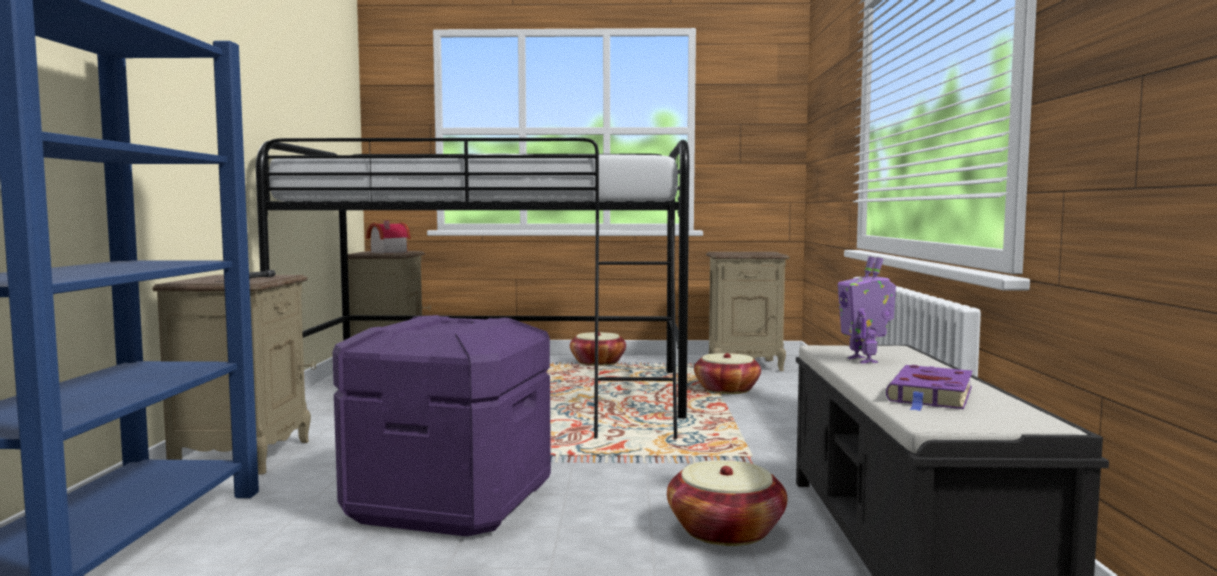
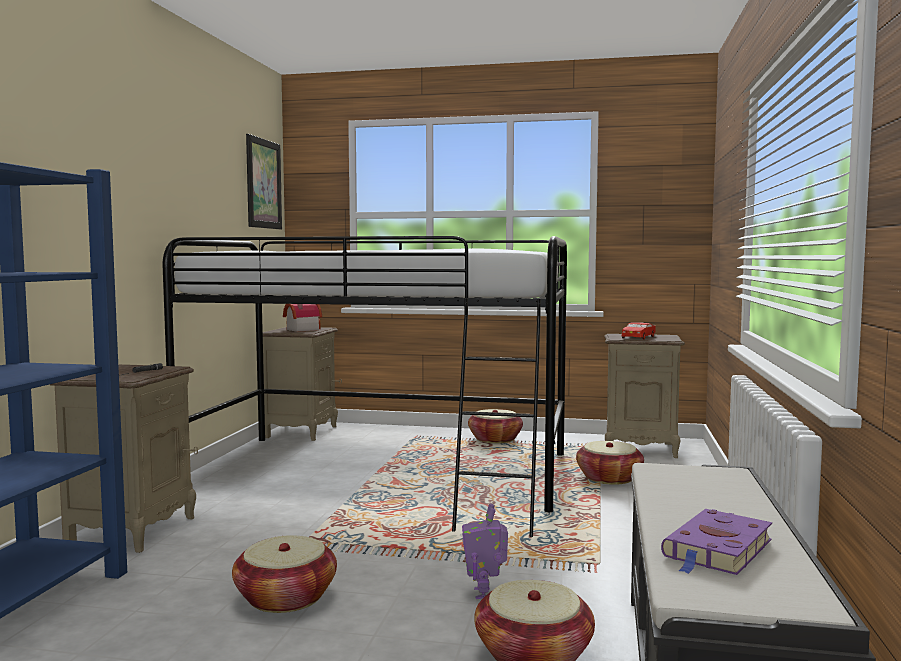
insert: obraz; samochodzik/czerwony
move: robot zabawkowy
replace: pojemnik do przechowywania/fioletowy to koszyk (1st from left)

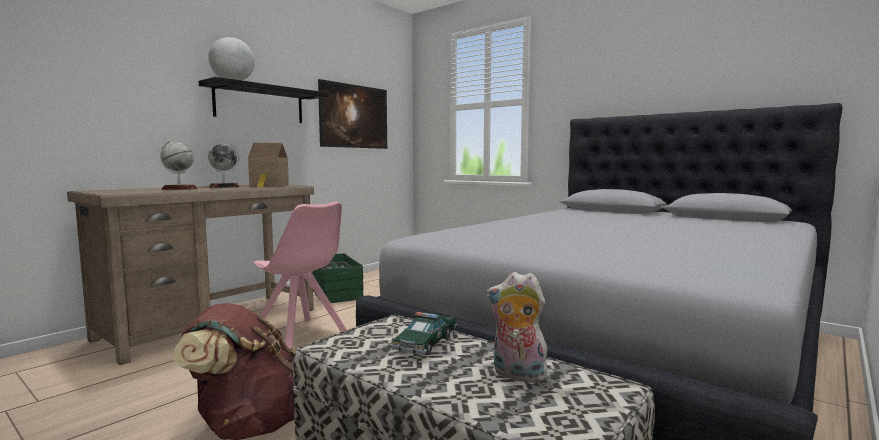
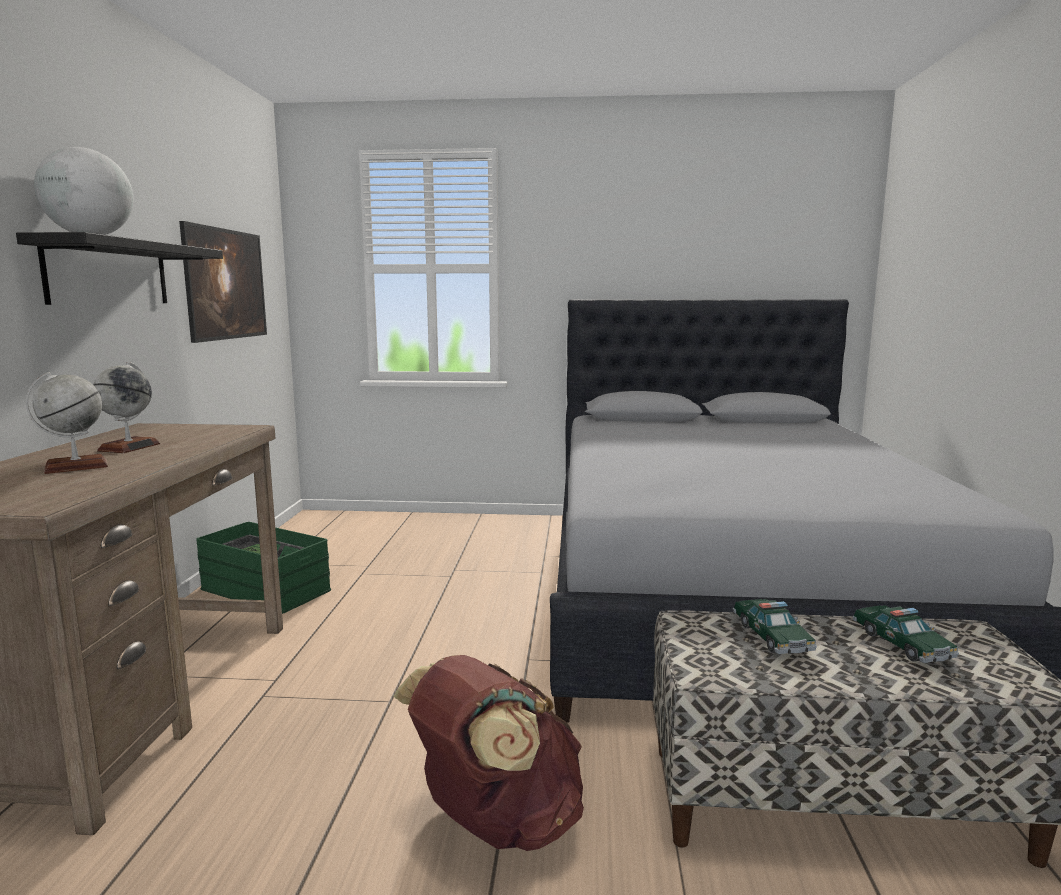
delete: domek; krzesło/różowy
replace: pluszak to samochodzik (2nd from left)

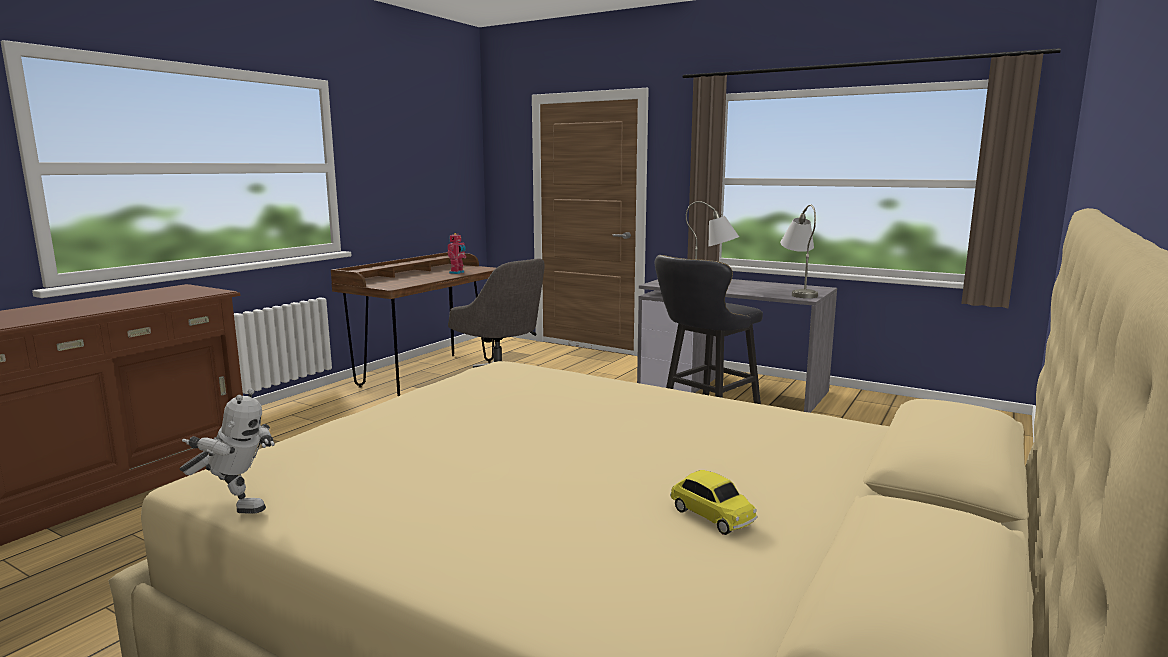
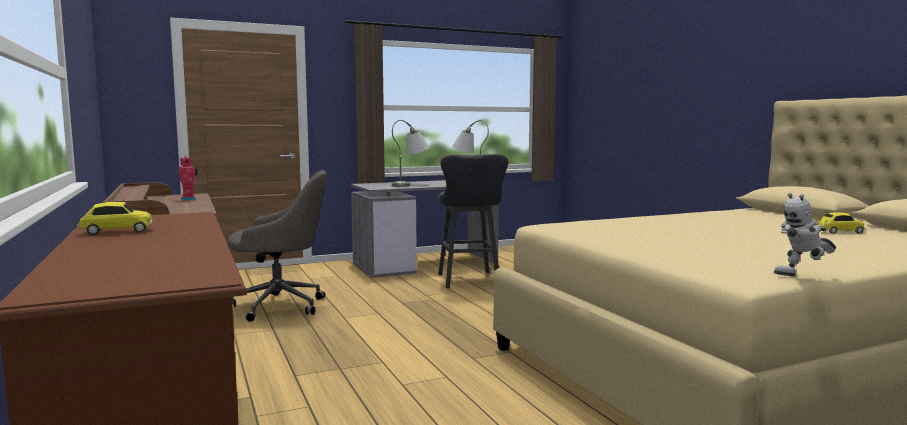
insert: samochodzik (1st from left)
rotate: robot zabawkowy (1st from left in the first image) 150 degrees counterclockwise

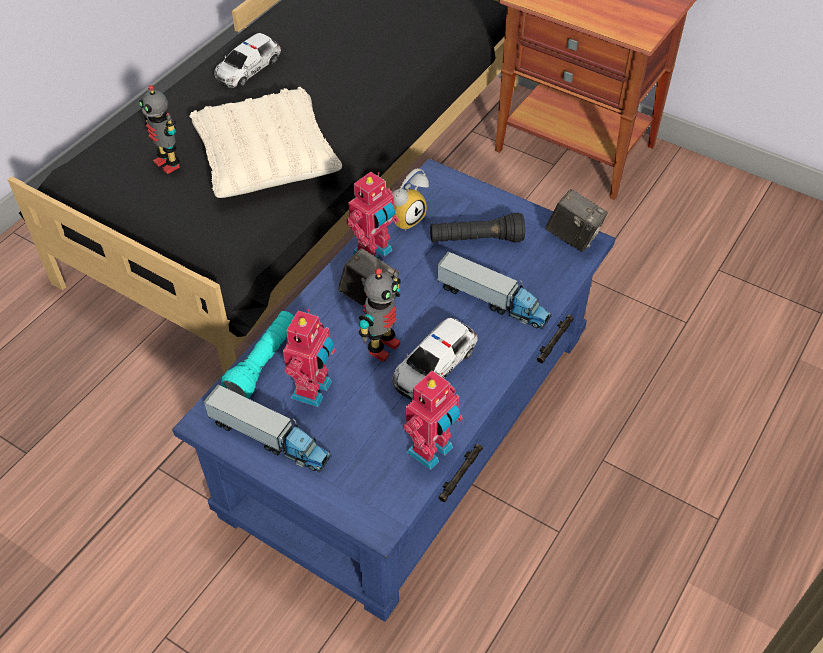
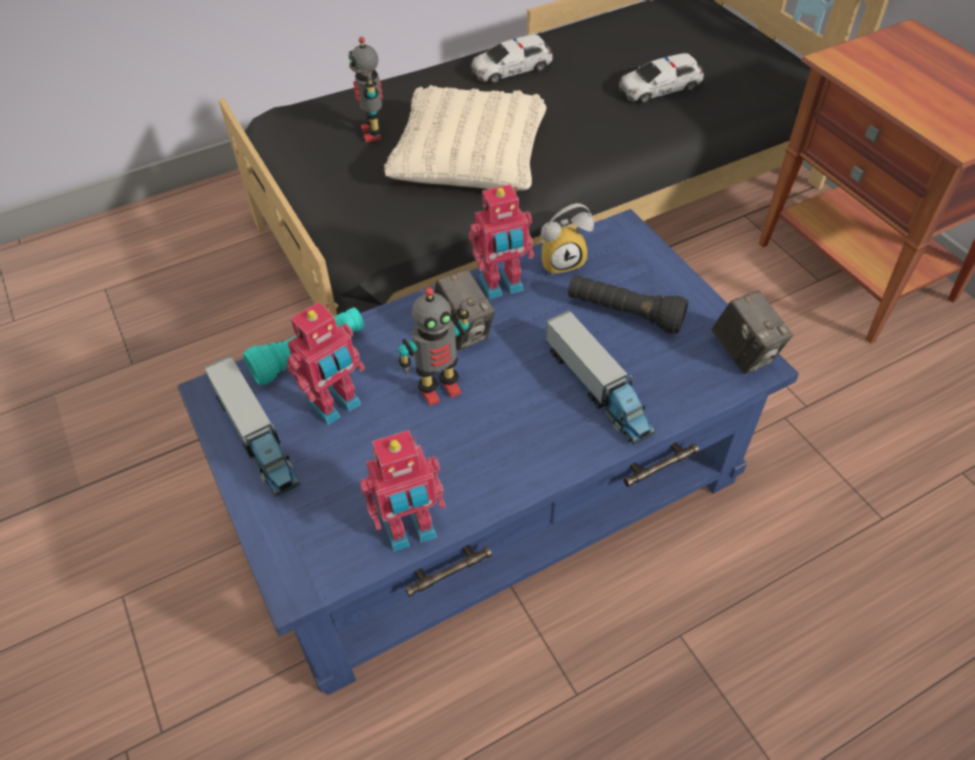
move: samochodzik (2nd from left)

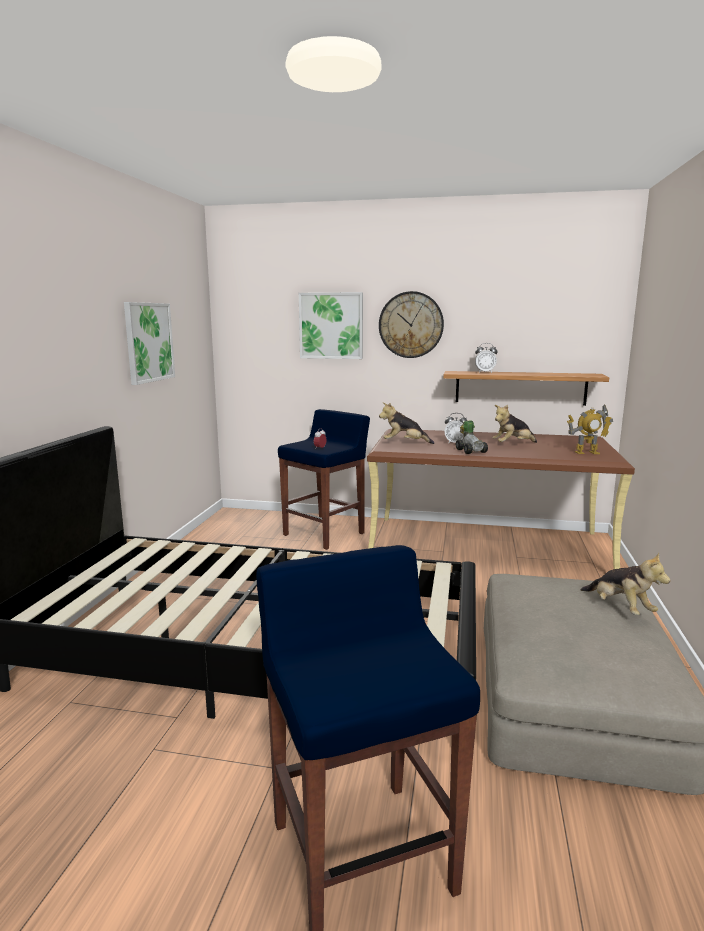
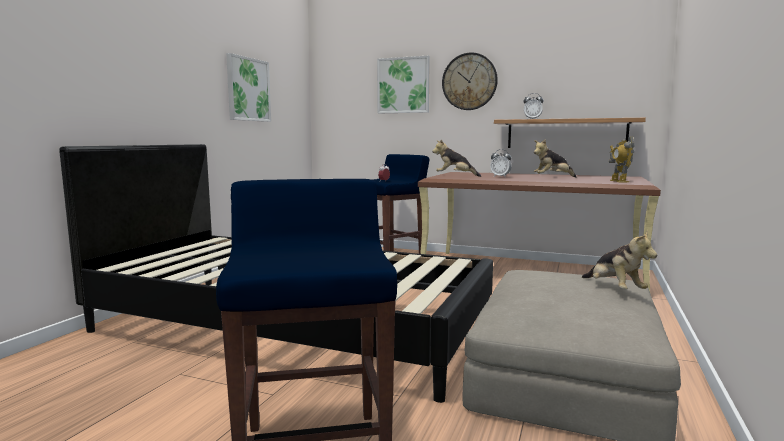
delete: samochodzik
rotate: robot zabawkowy 75 degrees clockwise

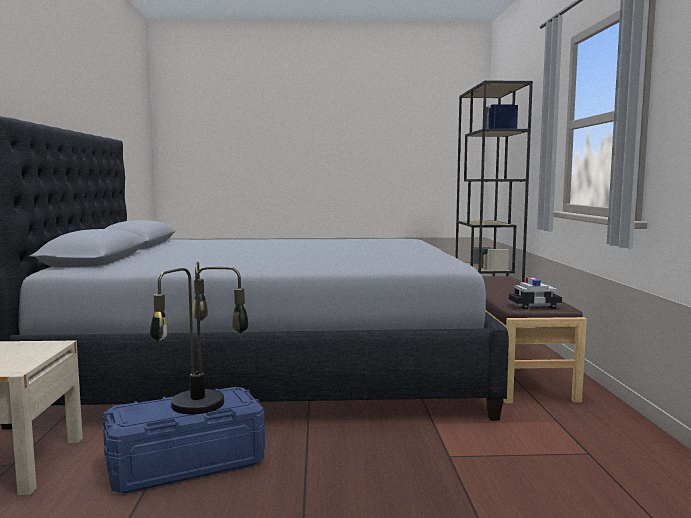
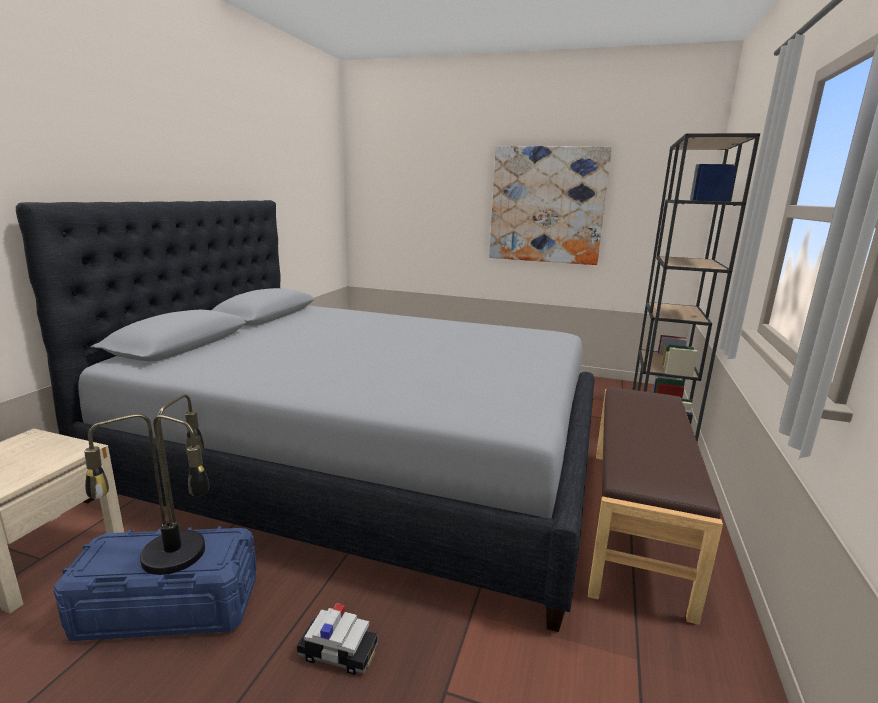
insert: obraz
move: samochodzik

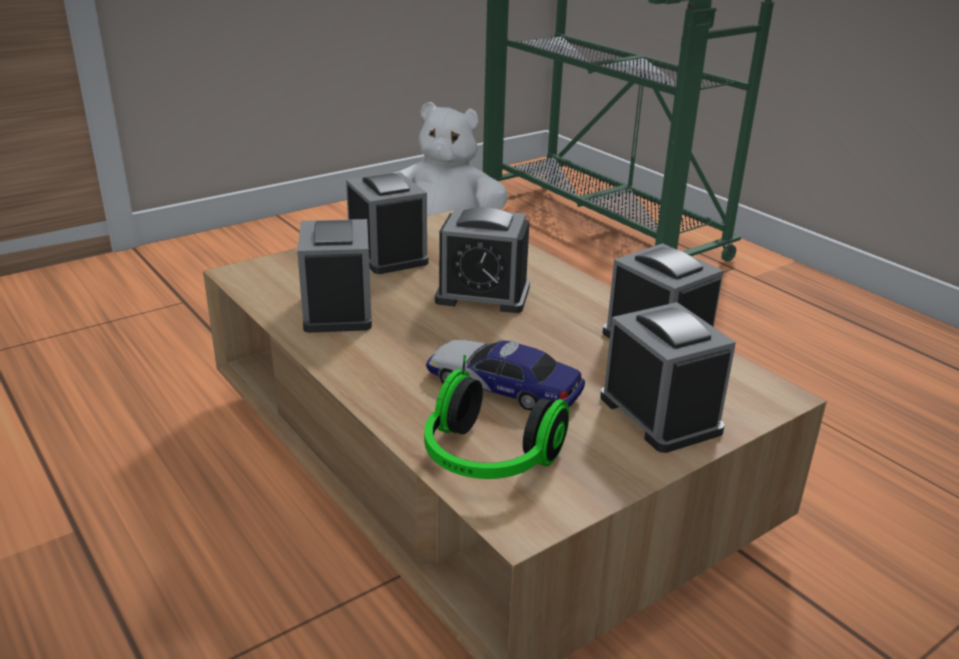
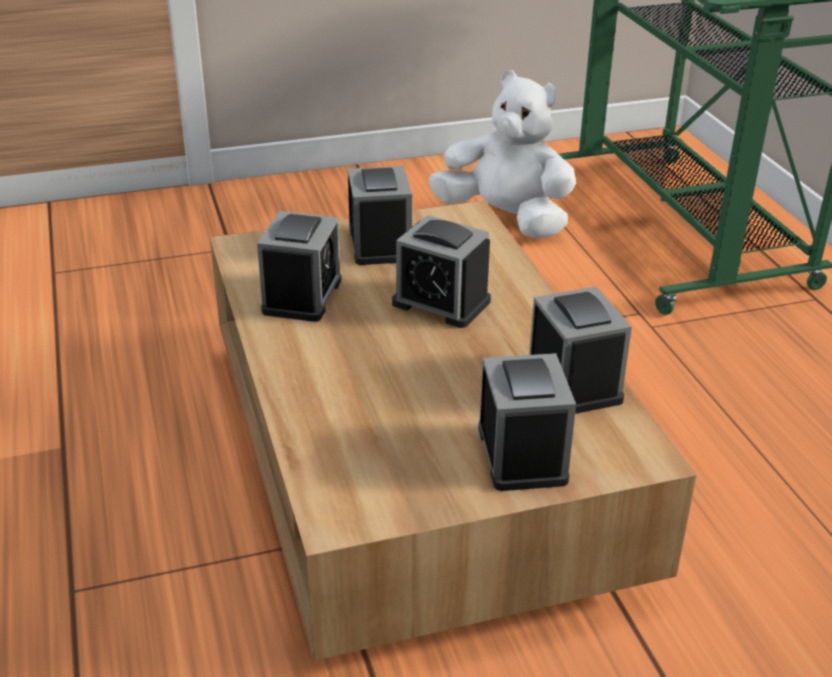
delete: słuchawki; samochodzik

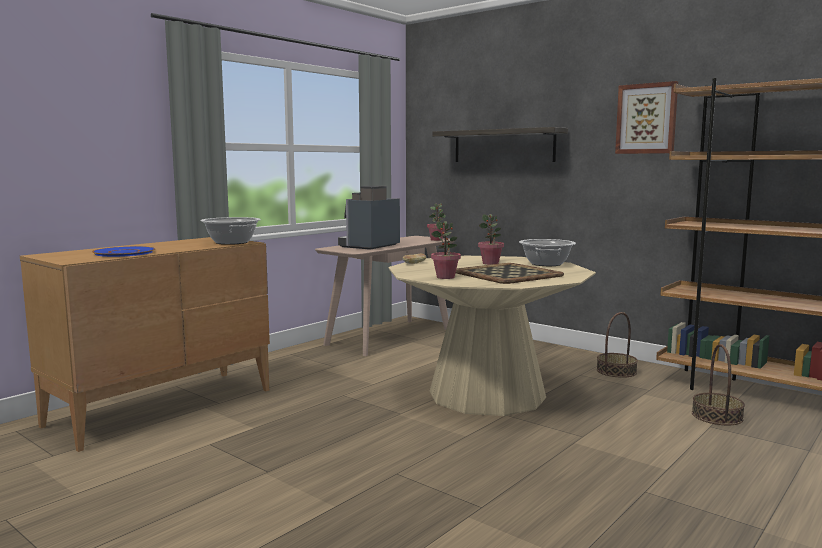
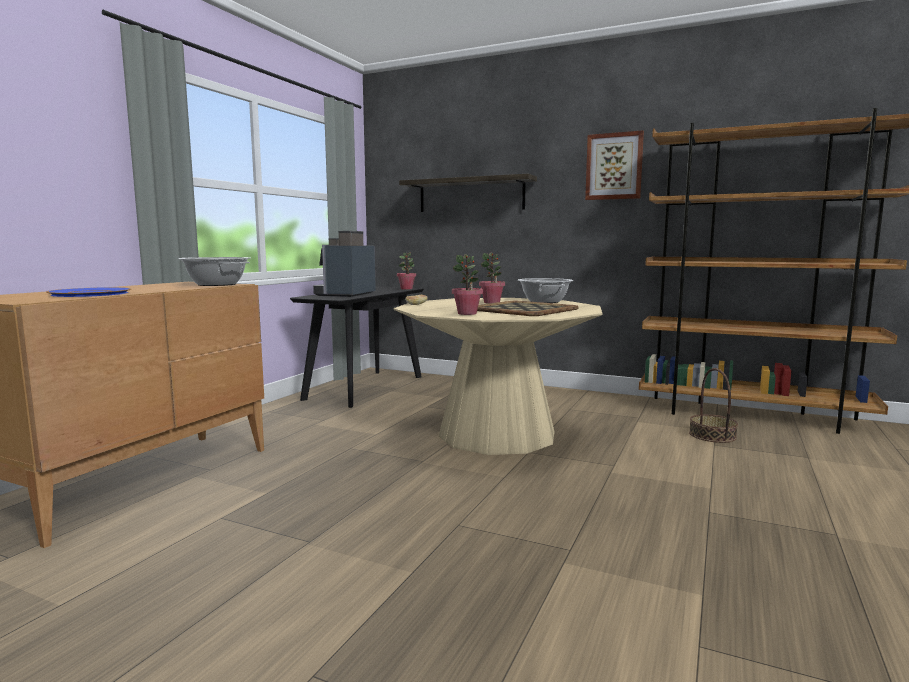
delete: koszyk (1st from left)
recolor: stolik konsolowy/beżowy to stolik konsolowy/czarny

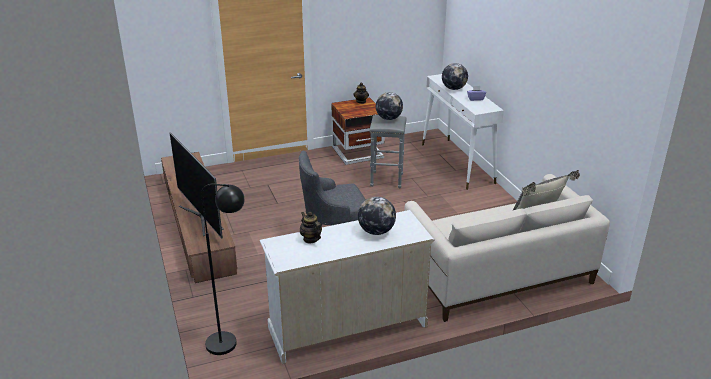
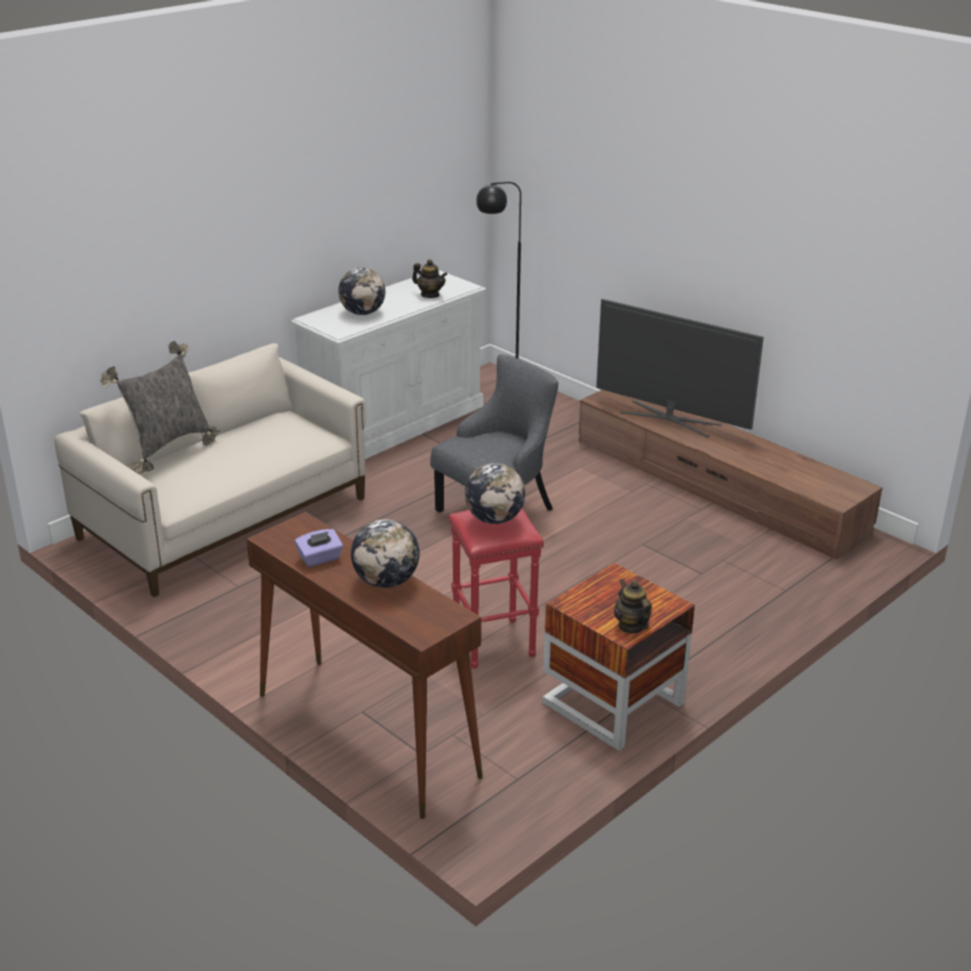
recolor: stolik konsolowy/biały to stolik konsolowy/brązowy; stołek/szary to stołek/czerwony

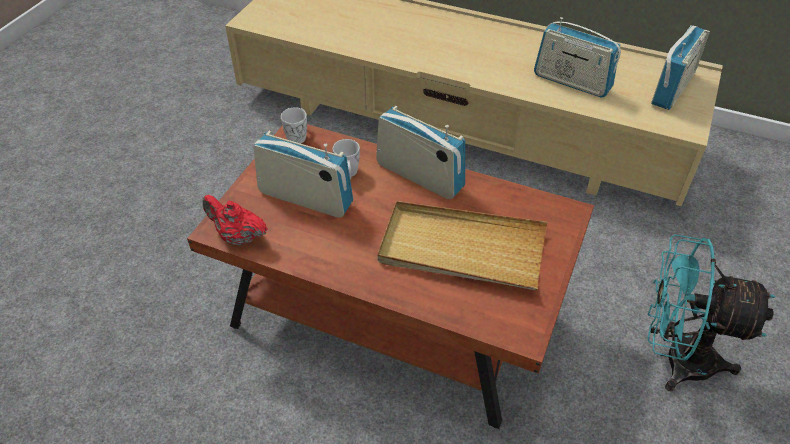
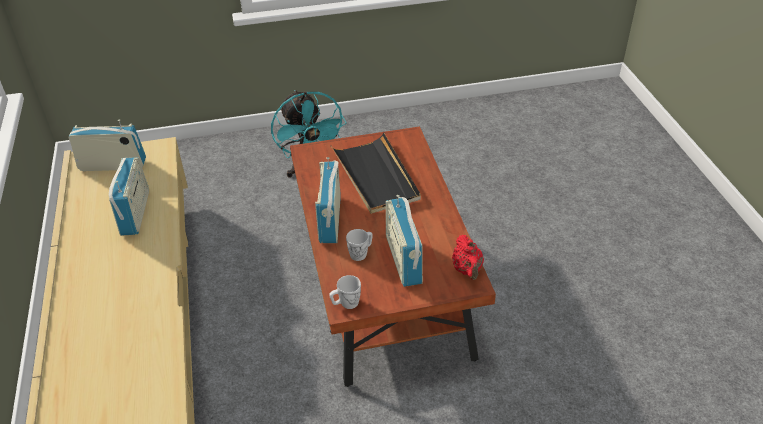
recolor: taca/beżowy to taca/czarny

